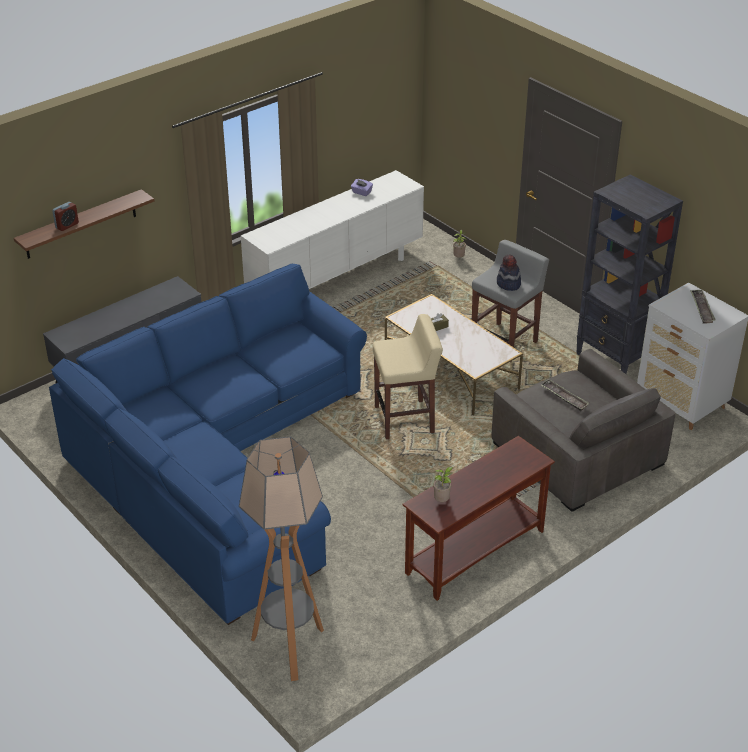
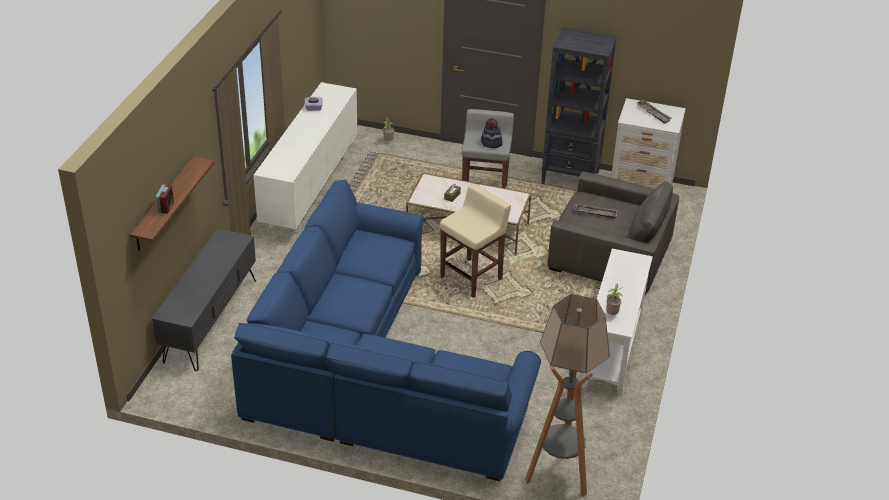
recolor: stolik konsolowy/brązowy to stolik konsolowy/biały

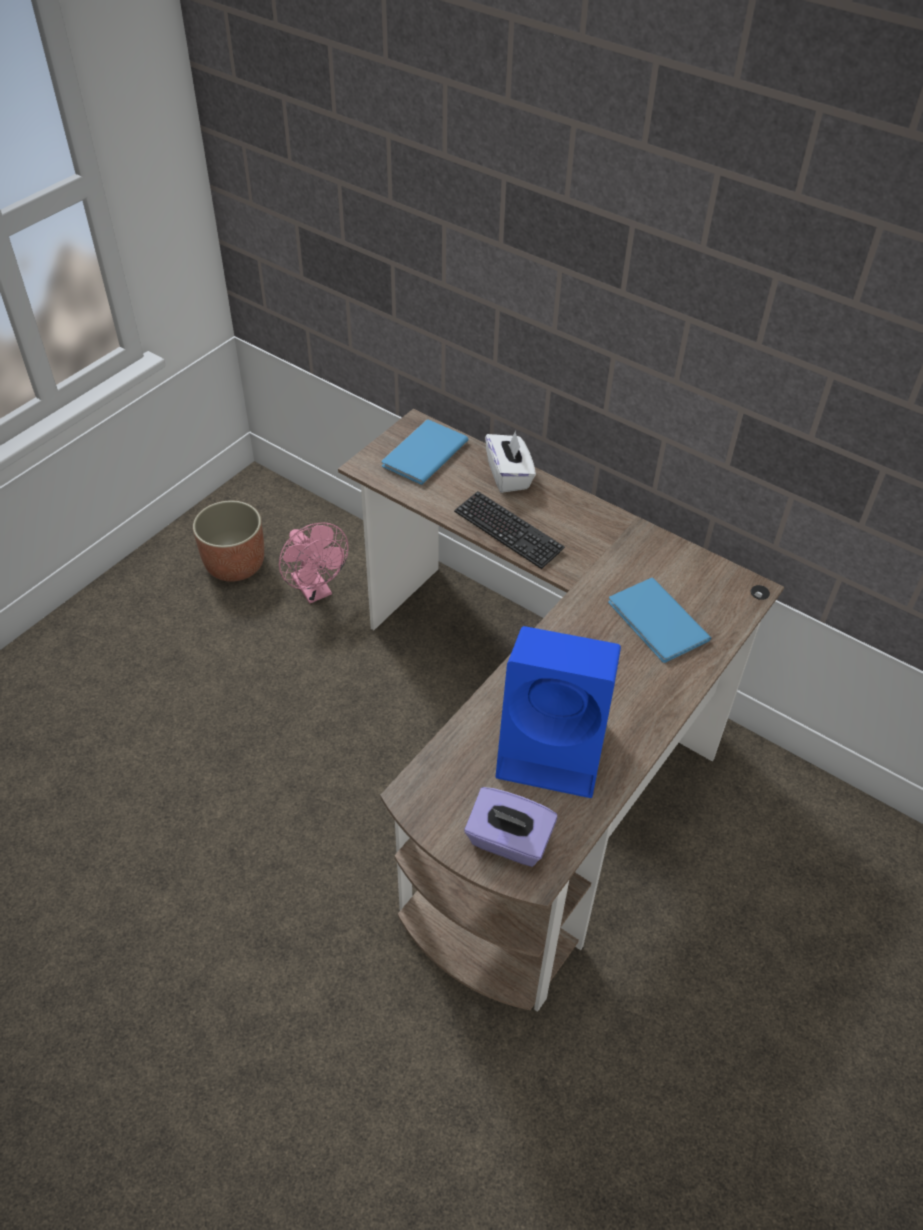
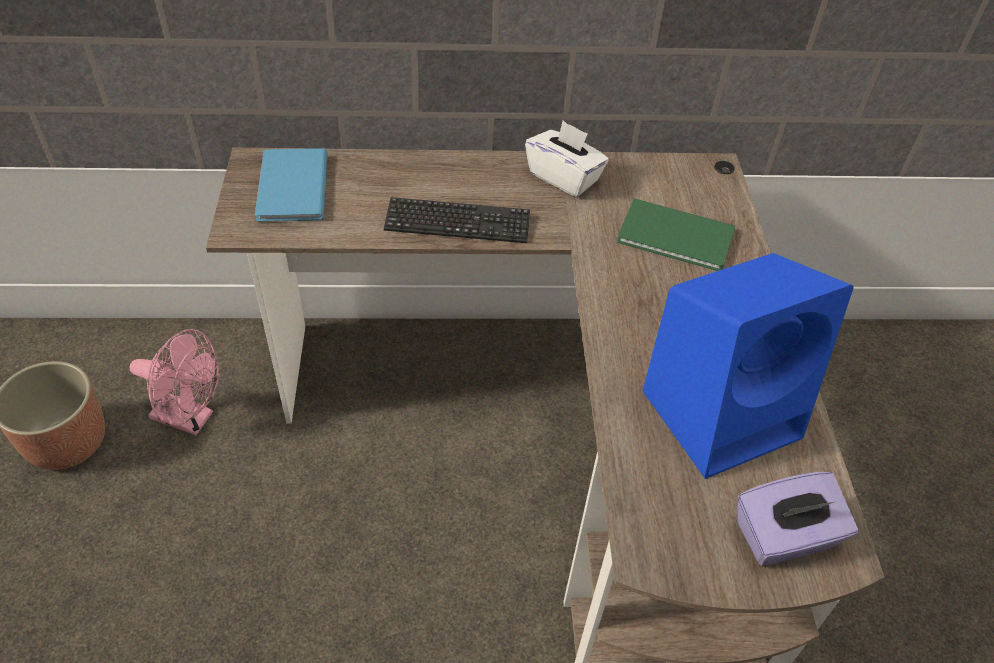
move: pudełko chusteczek/biały
recolor: książka/niebieski (2nd from left) to książka/zielony

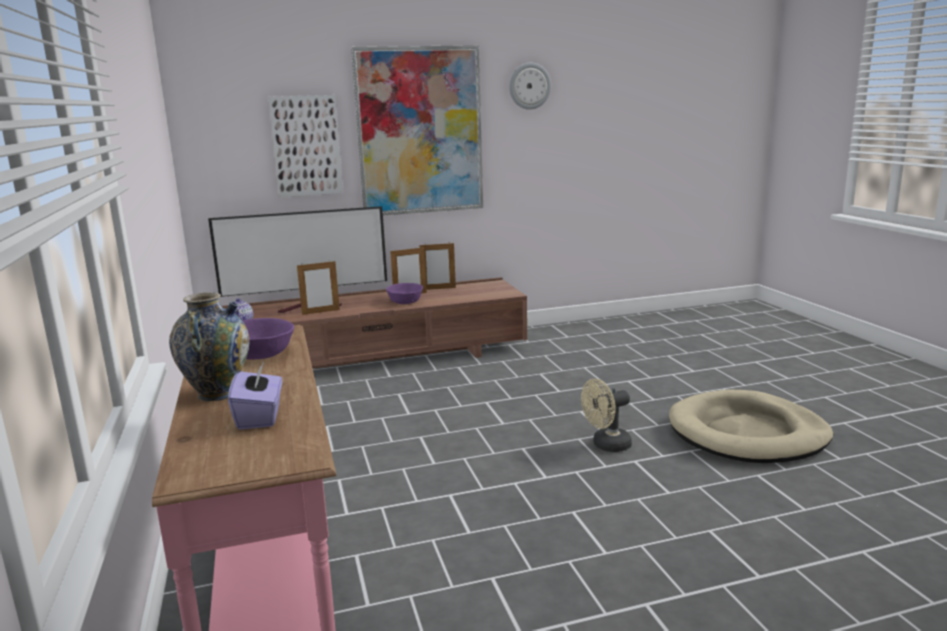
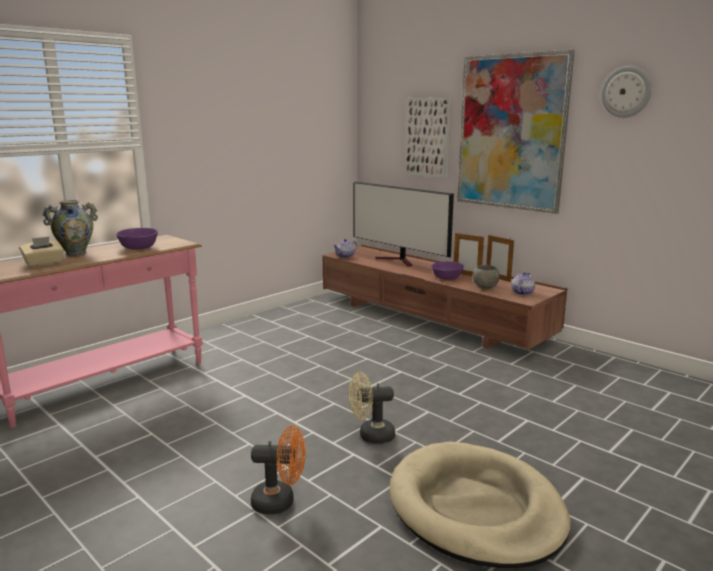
delete: ramka na zdjęcie (1st from left)
insert: wentylator/pomarańczowy; miska/szary; imbryk (2nd from left)
recolor: pudełko chusteczek/fioletowy to pudełko chusteczek/beżowy
rotate: wentylator/beżowy 45 degrees counterclockwise

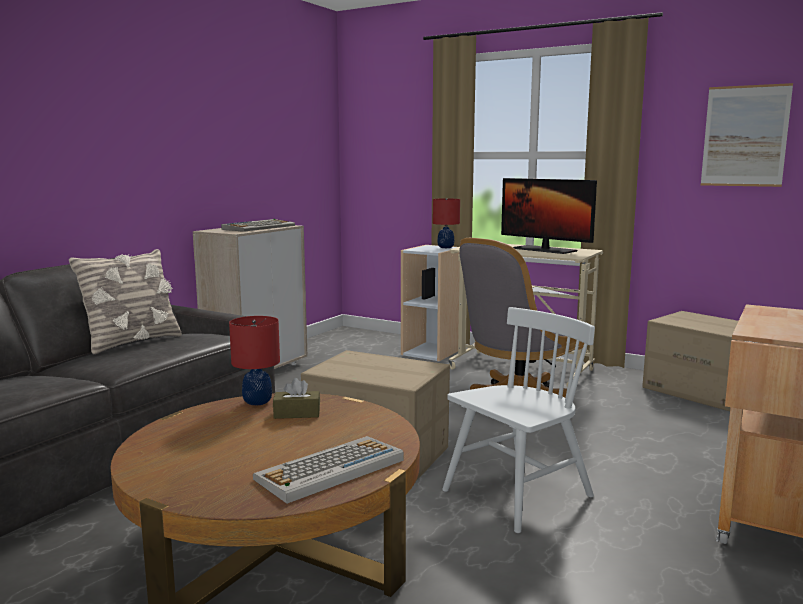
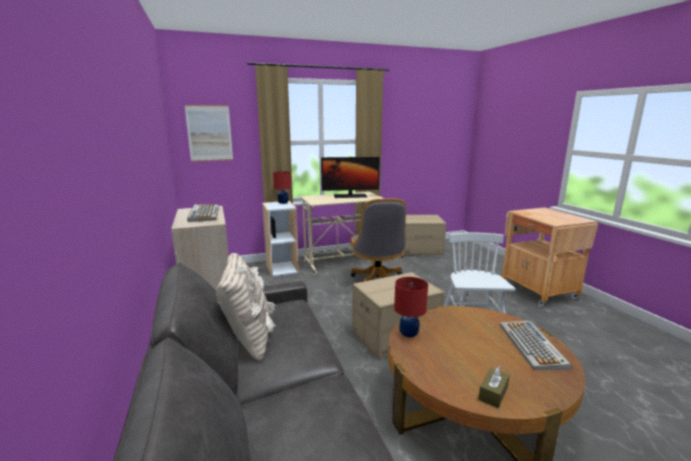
move: obraz; pudełko chusteczek/brązowy

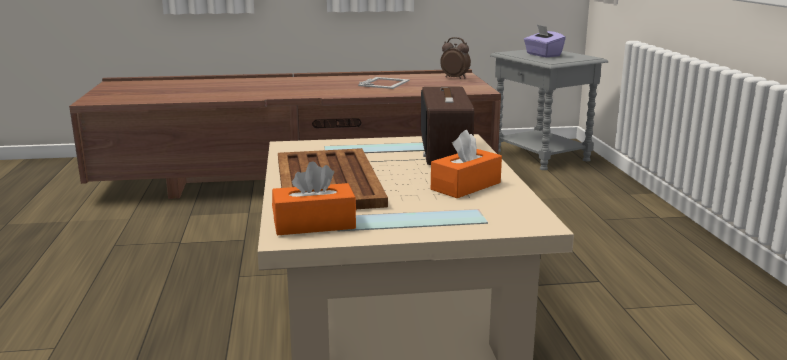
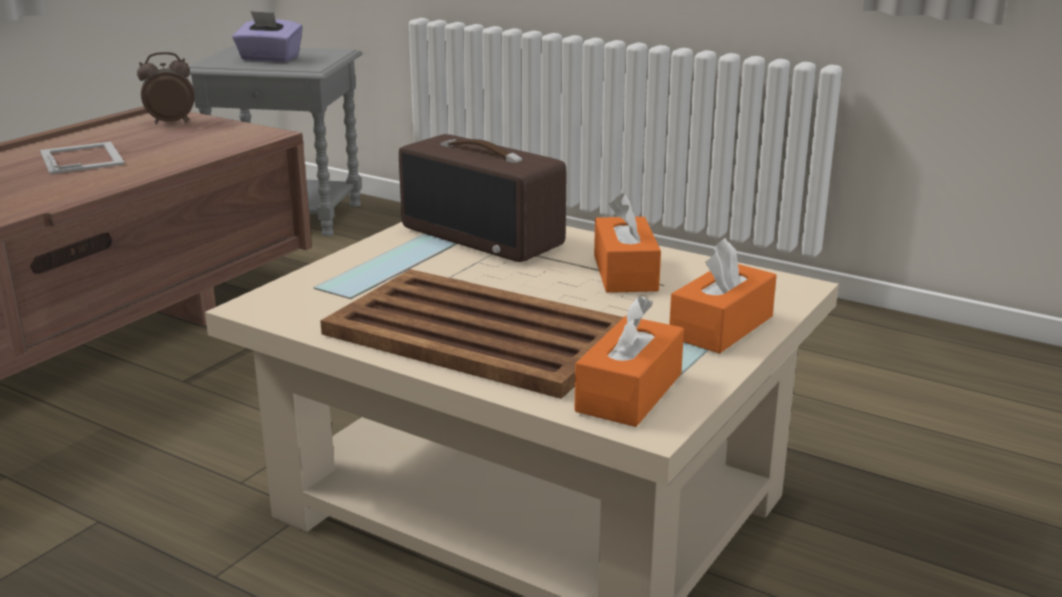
insert: pudełko chusteczek/pomarańczowy (3rd from left)

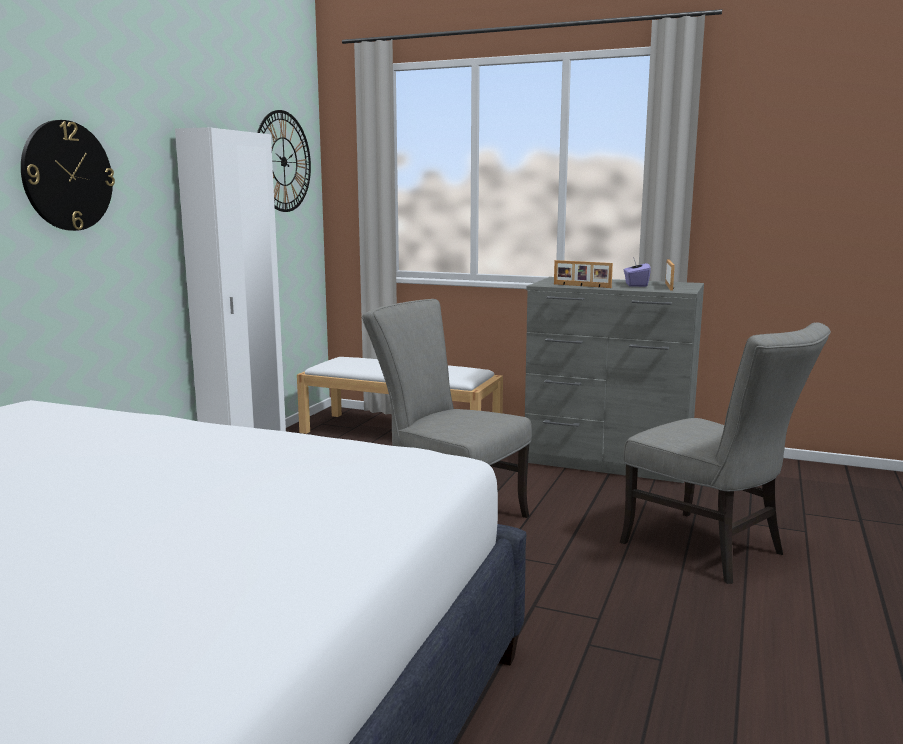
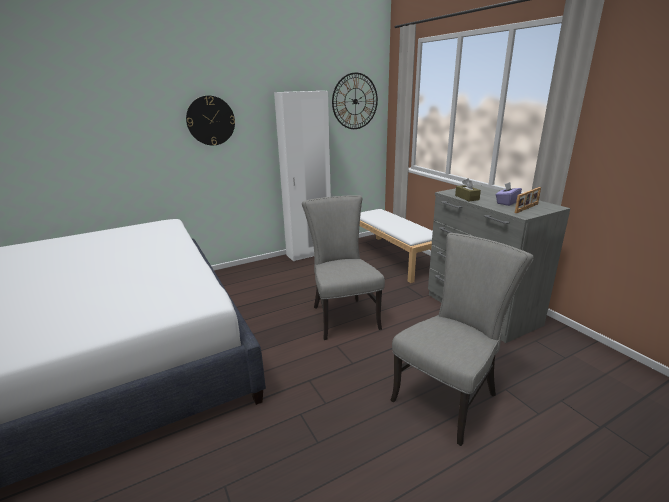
replace: ramka na zdjęcie (1st from left) to pudełko chusteczek/brązowy
rotate: krzesło/szary (2nd from left) 135 degrees counterclockwise

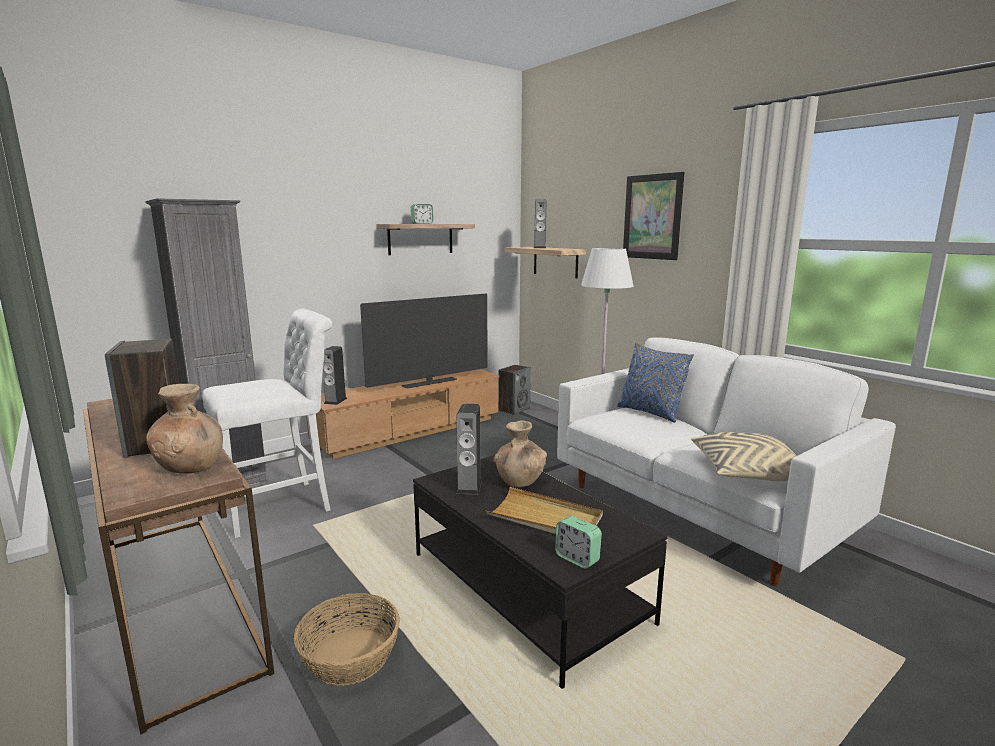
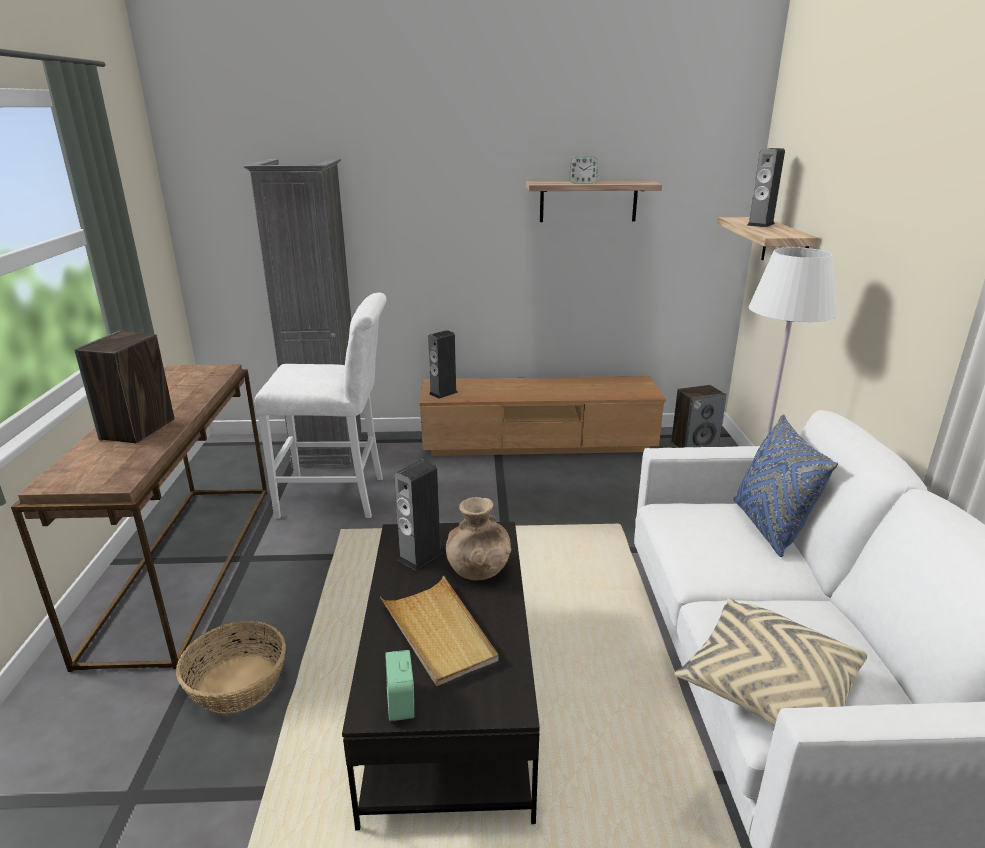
delete: wazon/brązowy (1st from left); telewizor; obraz

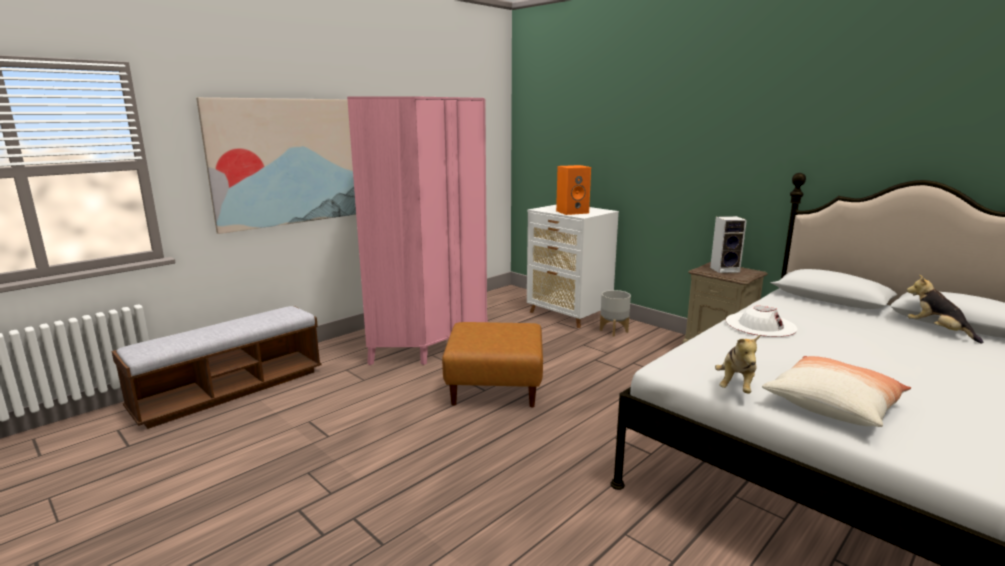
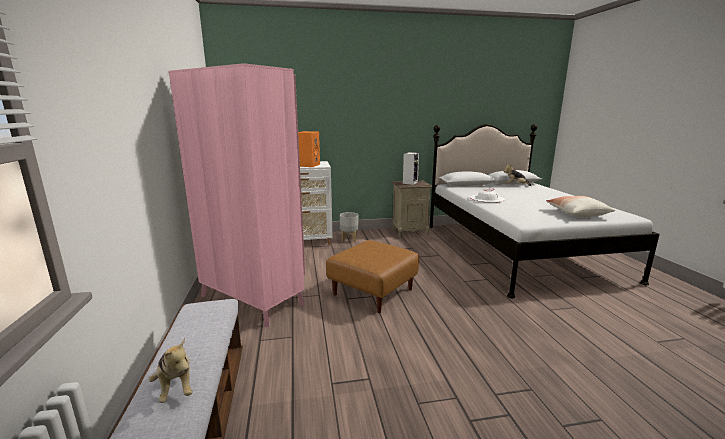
delete: obraz
move: pluszak (1st from left)

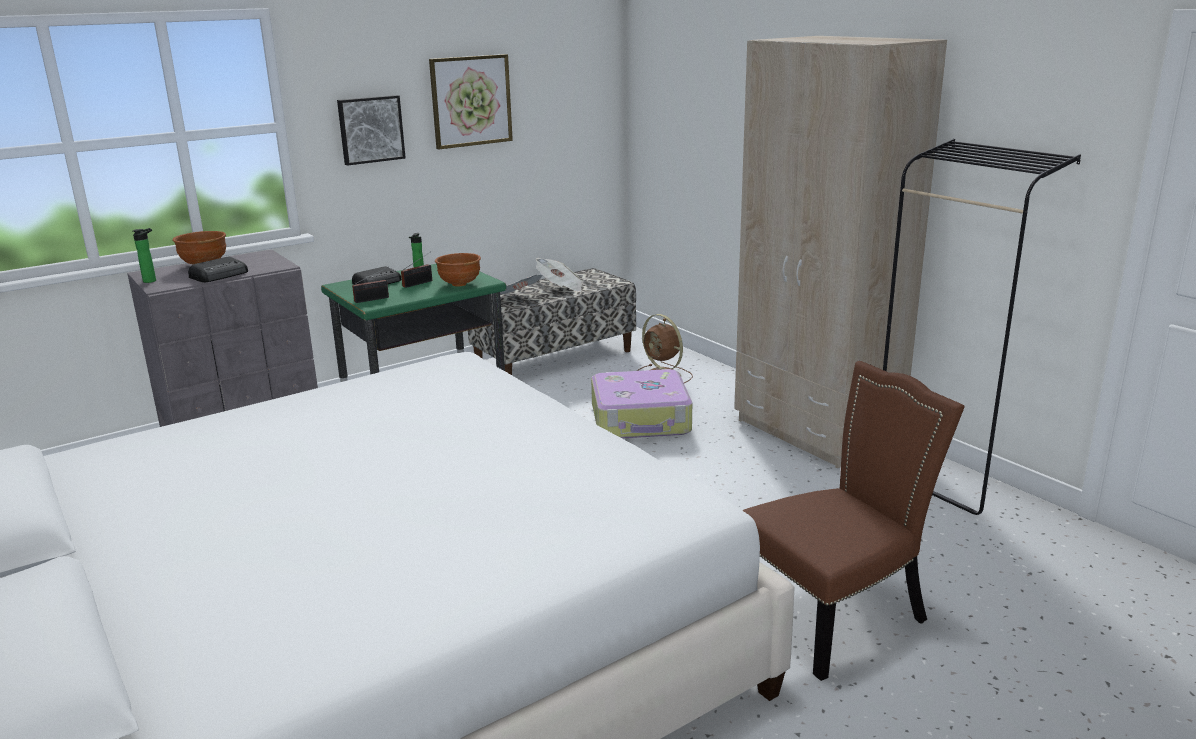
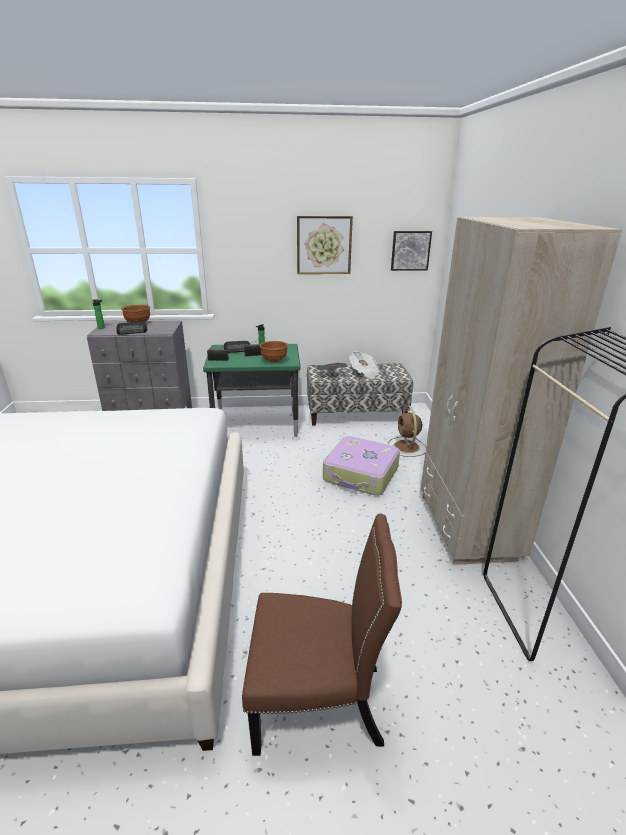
move: obraz (1st from left in the first image) to obraz (2nd from left)

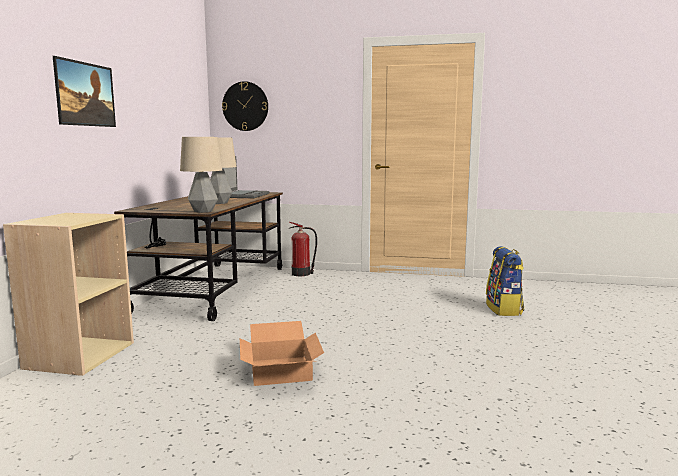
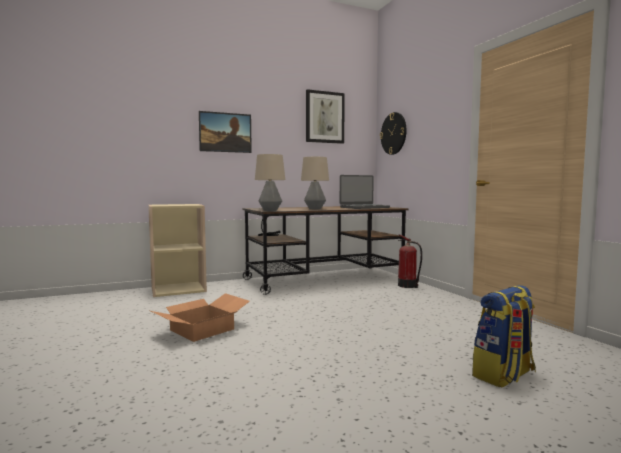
insert: obraz (2nd from left)

